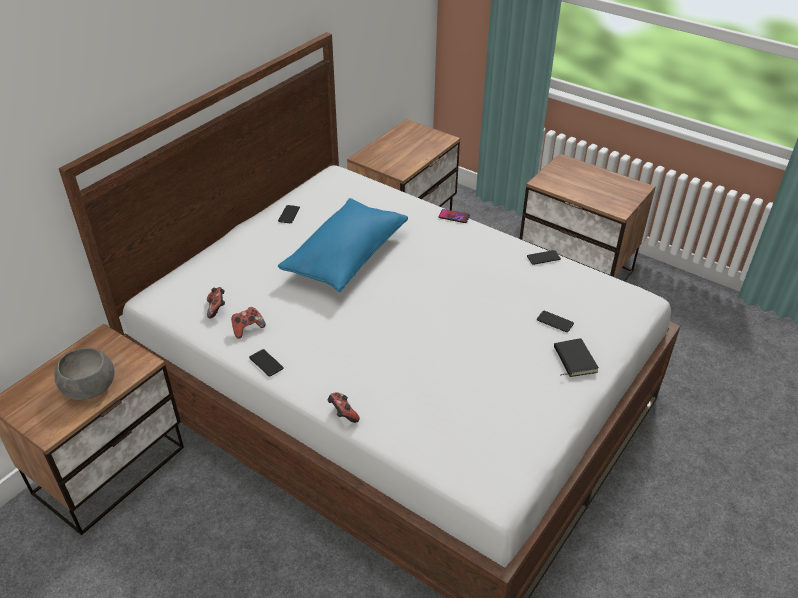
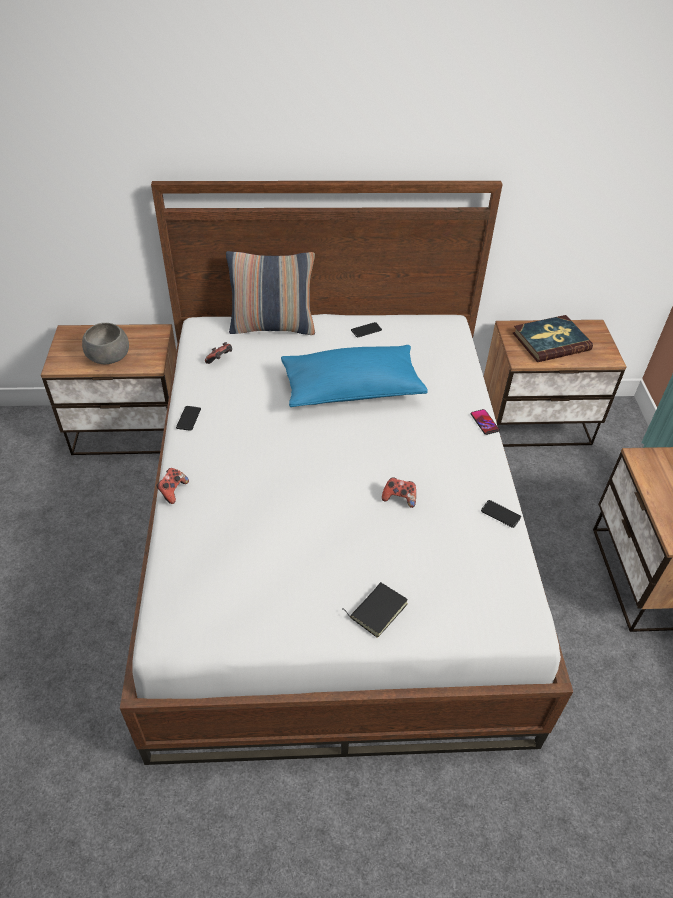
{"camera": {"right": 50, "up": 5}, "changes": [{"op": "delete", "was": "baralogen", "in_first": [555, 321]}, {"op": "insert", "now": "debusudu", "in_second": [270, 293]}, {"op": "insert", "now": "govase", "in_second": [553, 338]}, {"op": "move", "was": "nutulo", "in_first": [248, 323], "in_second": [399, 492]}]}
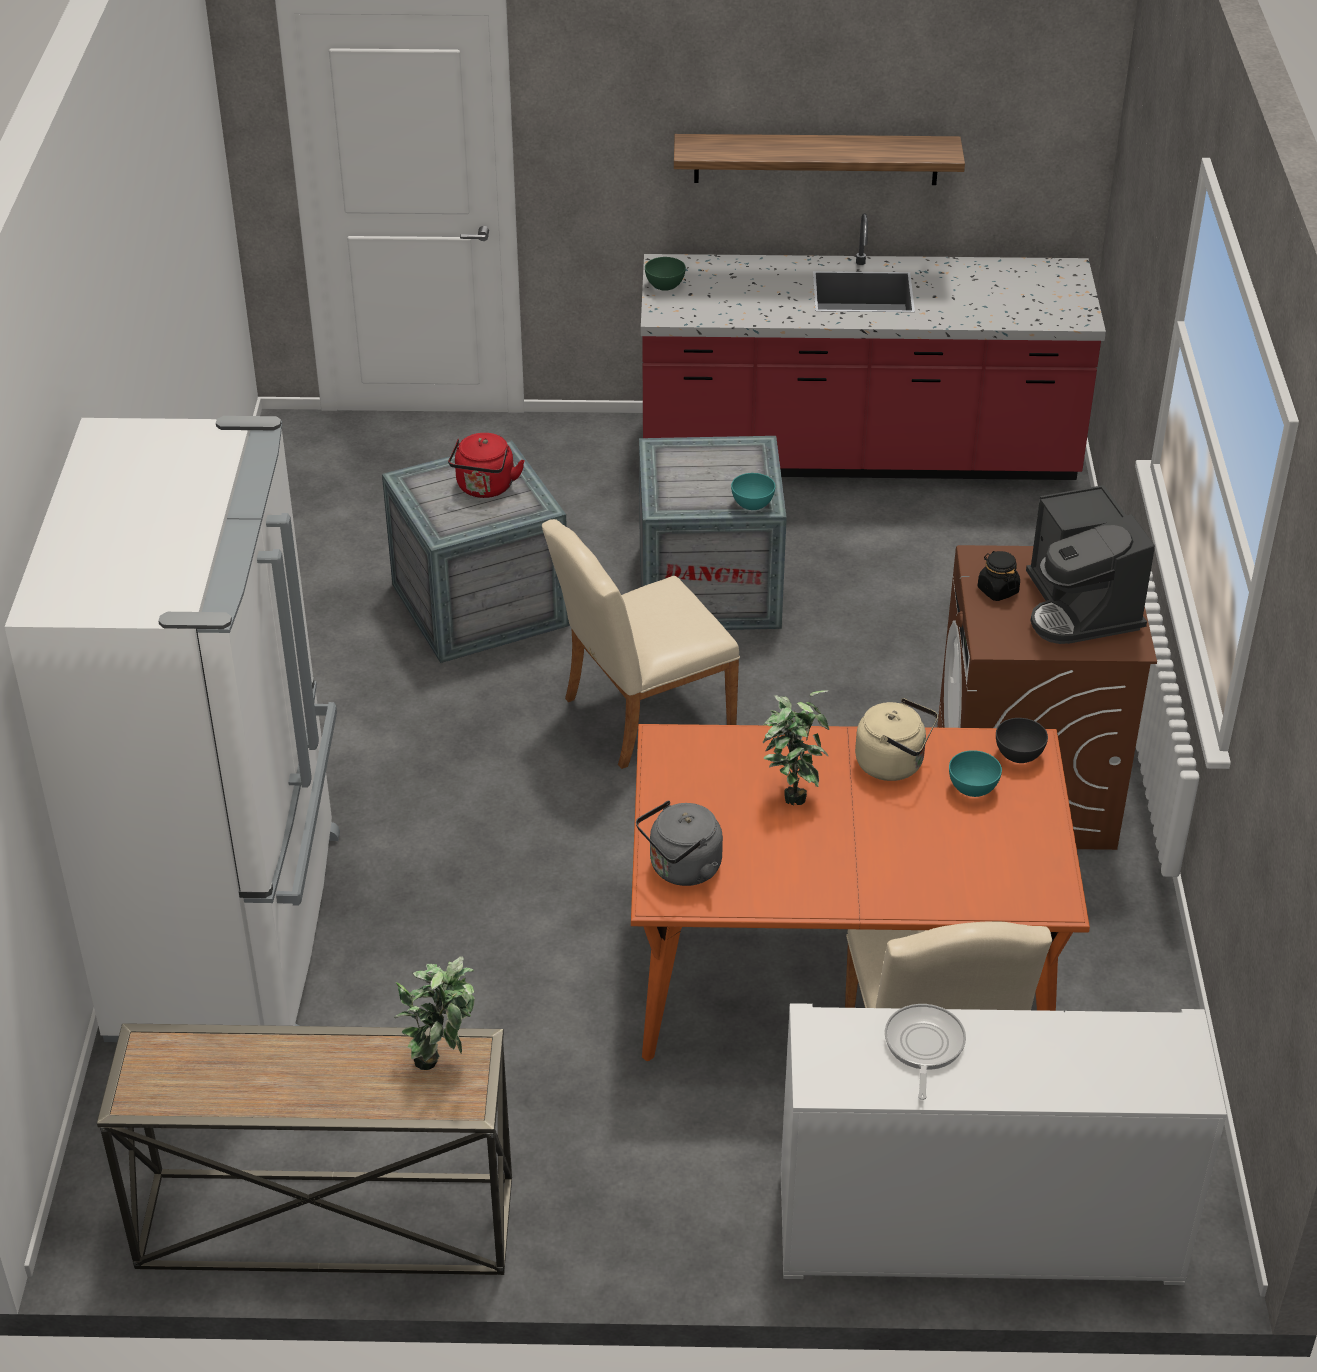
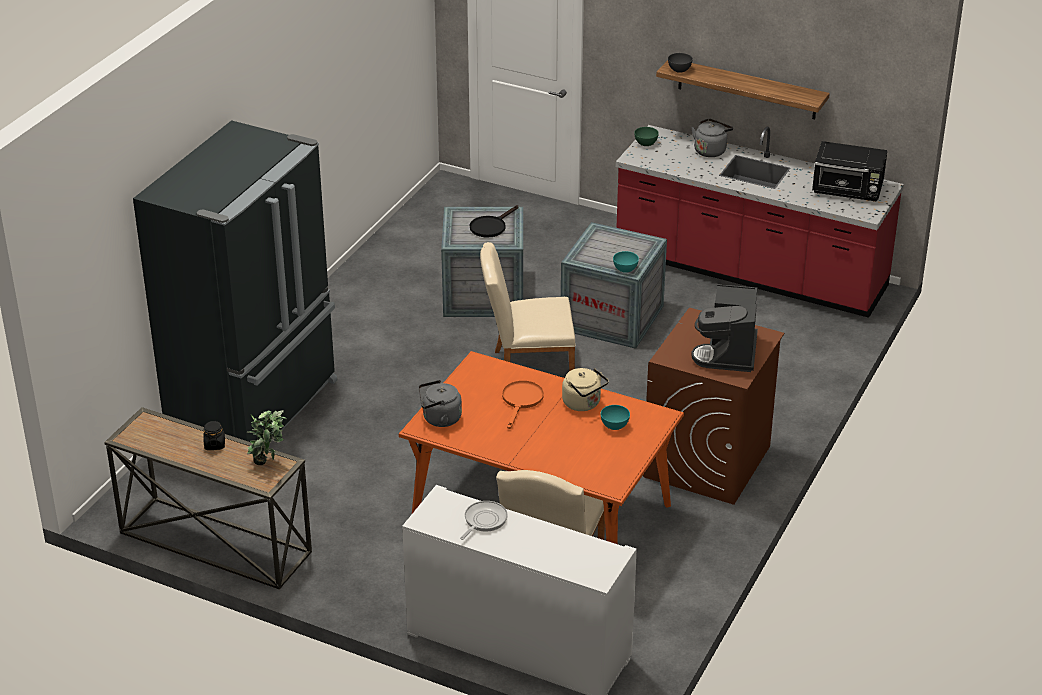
{"camera": {"right": 25, "up": -5}, "changes": [{"op": "insert", "now": "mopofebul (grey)", "in_second": [712, 137]}, {"op": "insert", "now": "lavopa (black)", "in_second": [849, 171]}, {"op": "move", "was": "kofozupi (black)", "in_first": [999, 576], "in_second": [214, 435]}, {"op": "move", "was": "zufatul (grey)", "in_first": [1022, 740], "in_second": [680, 63]}, {"op": "replace", "was": "mopofebul (red)", "now": "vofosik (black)", "in_first": [486, 465], "in_second": [494, 221]}, {"op": "replace", "was": "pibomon", "now": "vofosik (orange)", "in_first": [796, 747], "in_second": [523, 404]}, {"op": "recolor", "was": "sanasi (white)", "now": "sanasi (black)", "in_first": [172, 729], "in_second": [235, 281]}]}
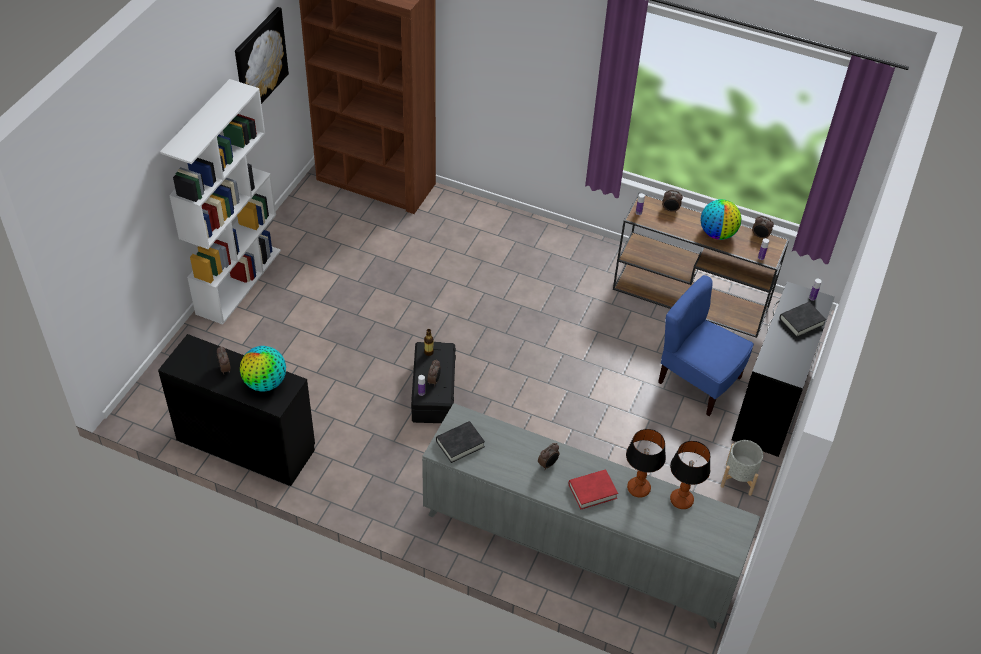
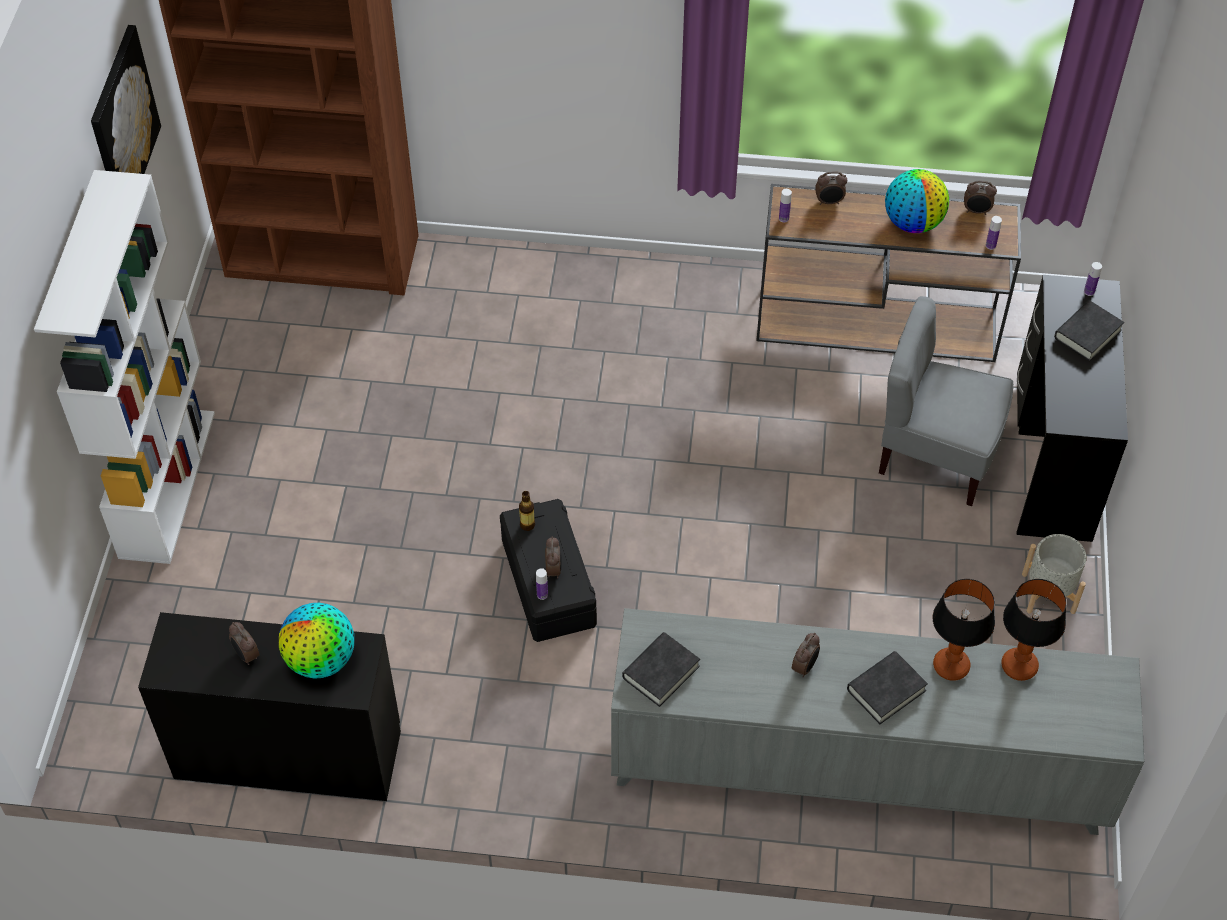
{"camera": {"right": -15, "up": 5}, "changes": [{"op": "recolor", "was": "govase (red)", "now": "govase (black)", "in_first": [593, 489], "in_second": [887, 687]}, {"op": "recolor", "was": "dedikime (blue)", "now": "dedikime (grey)", "in_first": [706, 345], "in_second": [946, 401]}]}
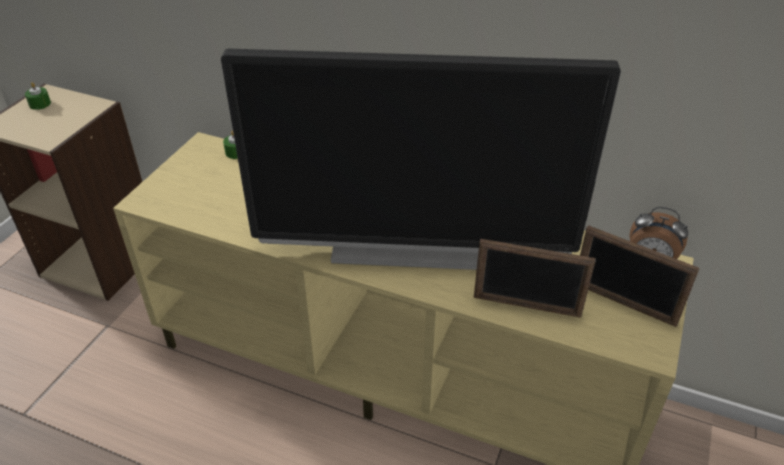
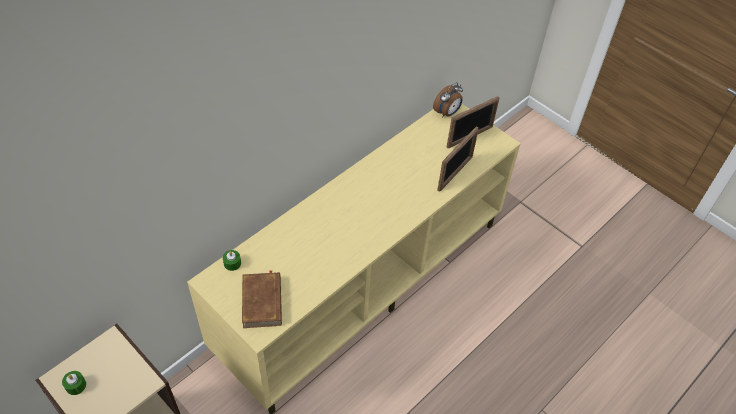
{"camera": {"right": -70, "up": 10}, "changes": [{"op": "delete", "was": "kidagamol", "in_first": [421, 159]}, {"op": "insert", "now": "govase (brown)", "in_second": [262, 299]}]}
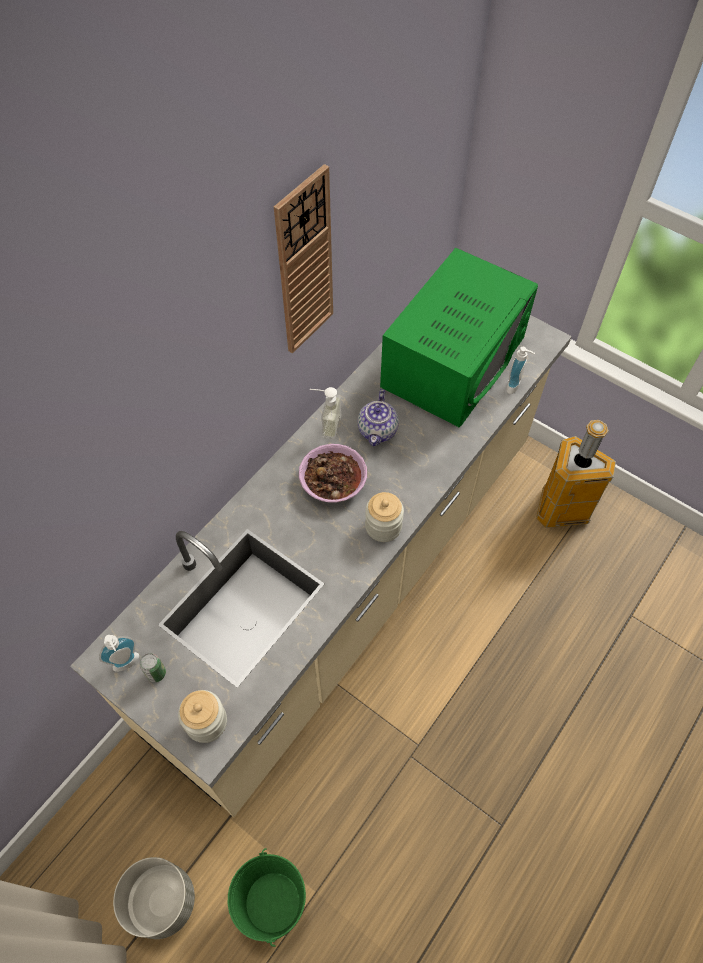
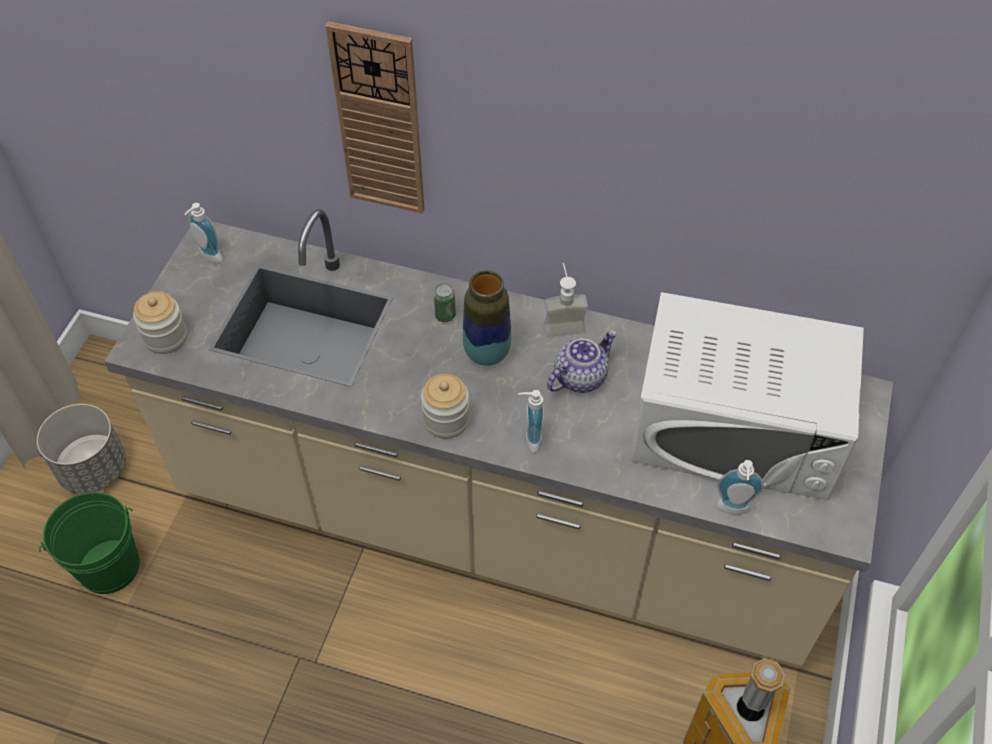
{"camera": {"right": 70, "up": -5}, "changes": [{"op": "insert", "now": "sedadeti", "in_second": [531, 421]}, {"op": "move", "was": "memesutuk", "in_first": [153, 667], "in_second": [444, 302]}, {"op": "move", "was": "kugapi", "in_first": [303, 258], "in_second": [374, 117]}, {"op": "replace", "was": "zufatul", "now": "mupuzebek", "in_first": [333, 473], "in_second": [487, 318]}, {"op": "recolor", "was": "lavopa (green)", "now": "lavopa (white)", "in_first": [459, 337], "in_second": [746, 396]}, {"op": "rotate", "was": "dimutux", "in_first": [378, 417], "in_second": [582, 361], "clockwise": 150}]}
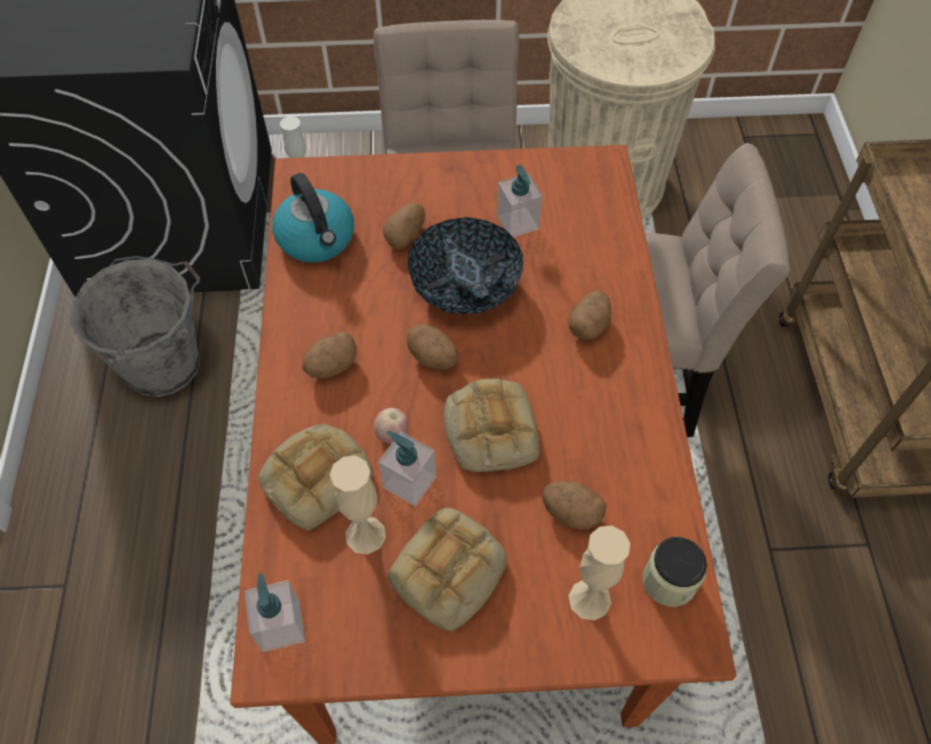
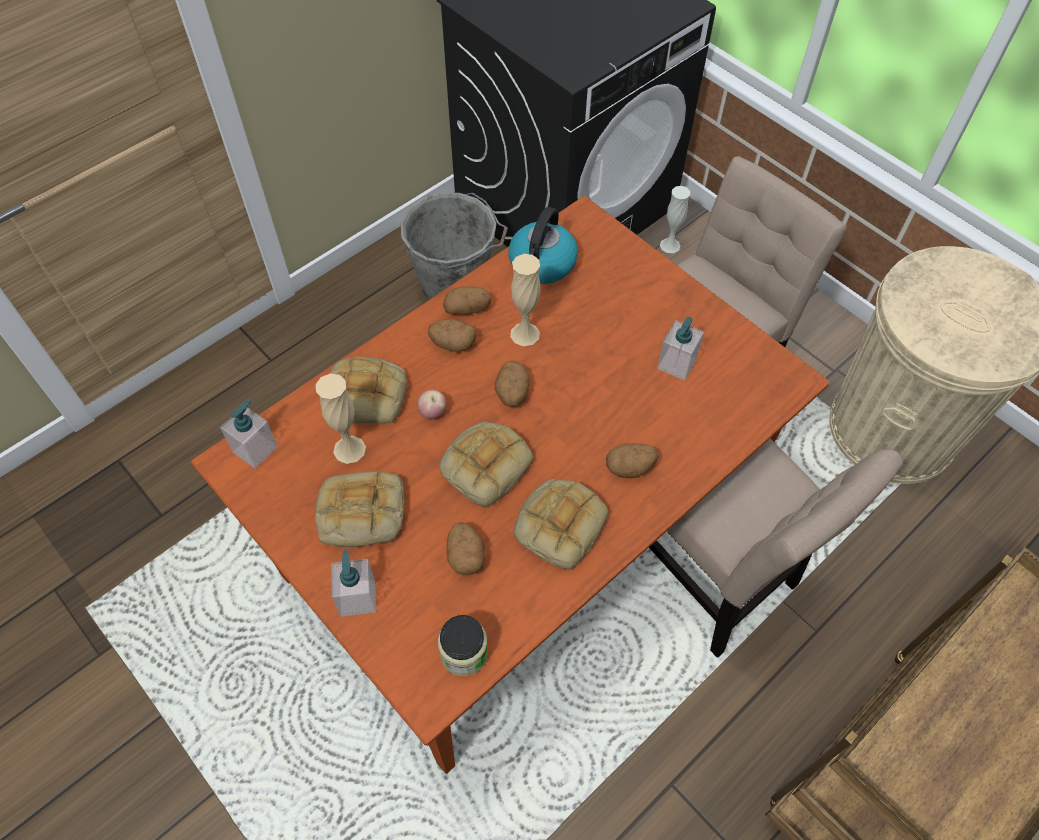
{"camera": {"right": 50, "up": 0}, "changes": [{"op": "delete", "was": "zufatul", "in_first": [465, 265]}, {"op": "insert", "now": "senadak", "in_second": [561, 524]}, {"op": "move", "was": "sedadeti", "in_first": [407, 468], "in_second": [353, 583]}, {"op": "move", "was": "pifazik", "in_first": [404, 226], "in_second": [467, 300]}, {"op": "move", "was": "mupuzebek (beige)", "in_first": [599, 573], "in_second": [525, 300]}]}
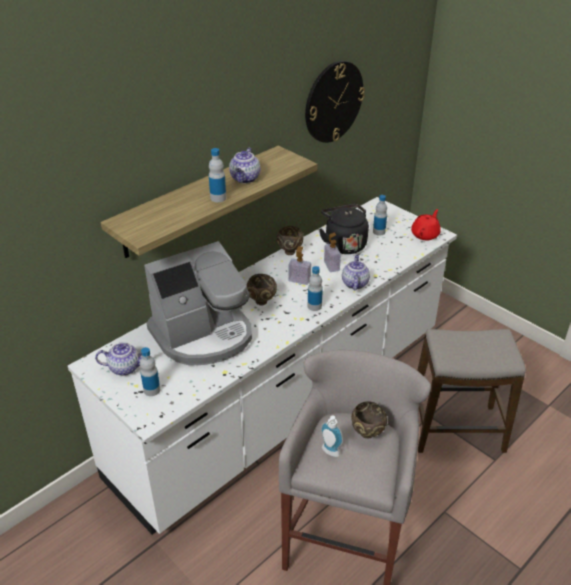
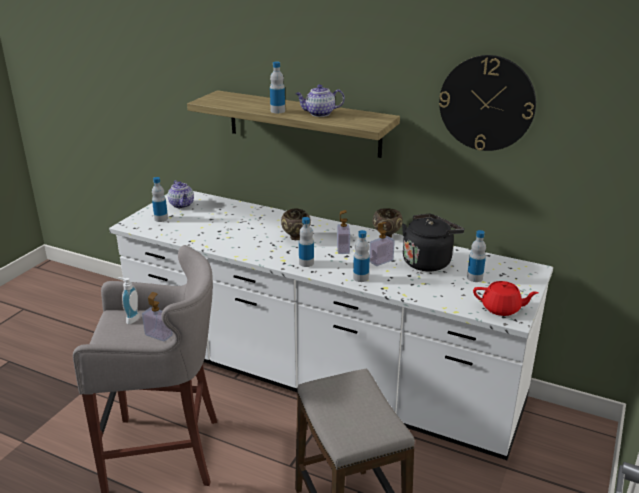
{"camera": {"right": 70, "up": -10}, "changes": [{"op": "delete", "was": "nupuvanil", "in_first": [198, 303]}, {"op": "replace", "was": "dimutux", "now": "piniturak", "in_first": [356, 272], "in_second": [361, 256]}, {"op": "replace", "was": "zufatul (brown)", "now": "sedadeti", "in_first": [369, 420], "in_second": [157, 316]}]}
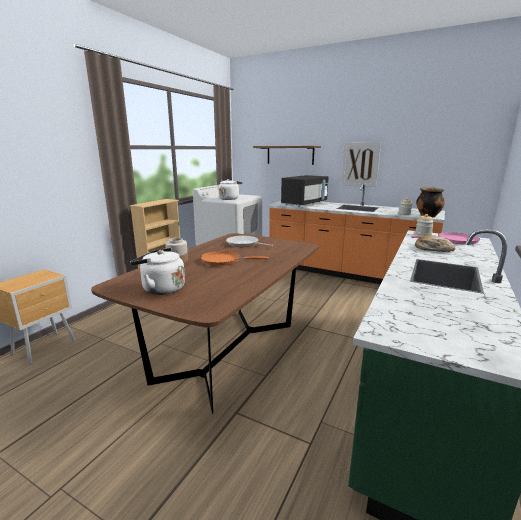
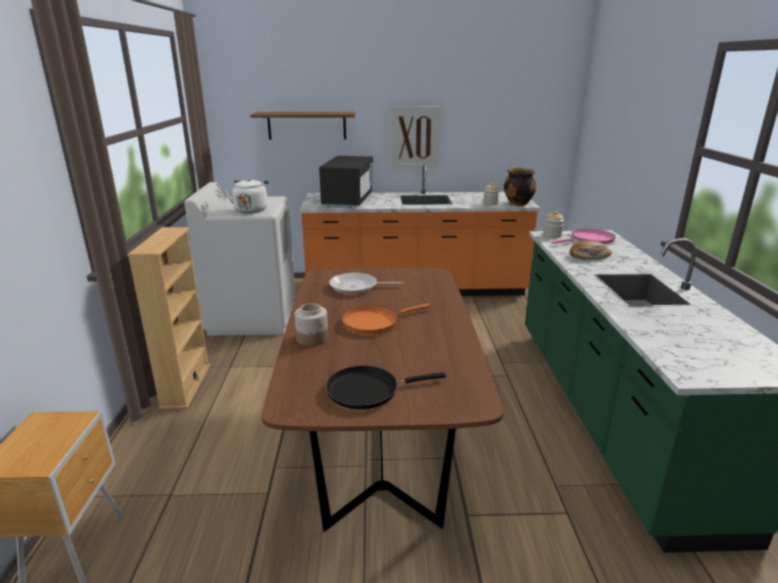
{"camera": {"right": -30, "up": 5}, "changes": [{"op": "replace", "was": "mopofebul (white)", "now": "vofosik (black)", "in_first": [157, 271], "in_second": [386, 387]}]}
